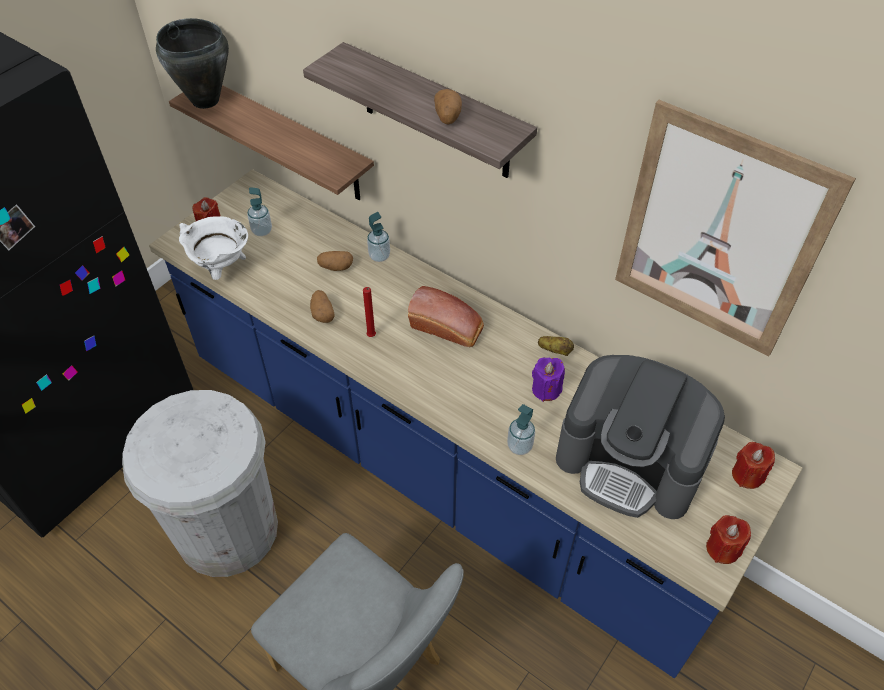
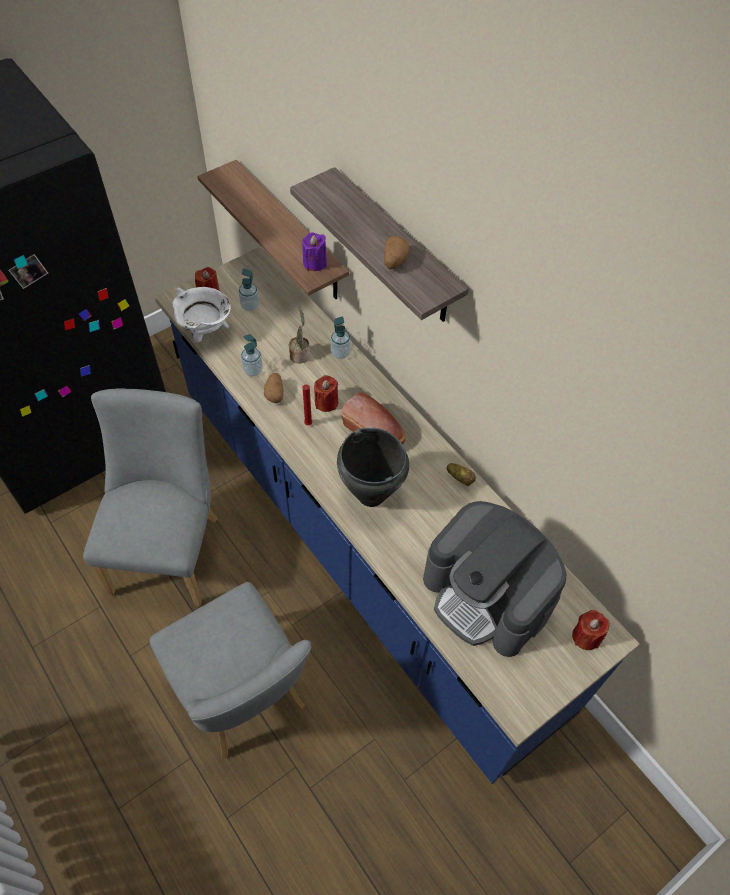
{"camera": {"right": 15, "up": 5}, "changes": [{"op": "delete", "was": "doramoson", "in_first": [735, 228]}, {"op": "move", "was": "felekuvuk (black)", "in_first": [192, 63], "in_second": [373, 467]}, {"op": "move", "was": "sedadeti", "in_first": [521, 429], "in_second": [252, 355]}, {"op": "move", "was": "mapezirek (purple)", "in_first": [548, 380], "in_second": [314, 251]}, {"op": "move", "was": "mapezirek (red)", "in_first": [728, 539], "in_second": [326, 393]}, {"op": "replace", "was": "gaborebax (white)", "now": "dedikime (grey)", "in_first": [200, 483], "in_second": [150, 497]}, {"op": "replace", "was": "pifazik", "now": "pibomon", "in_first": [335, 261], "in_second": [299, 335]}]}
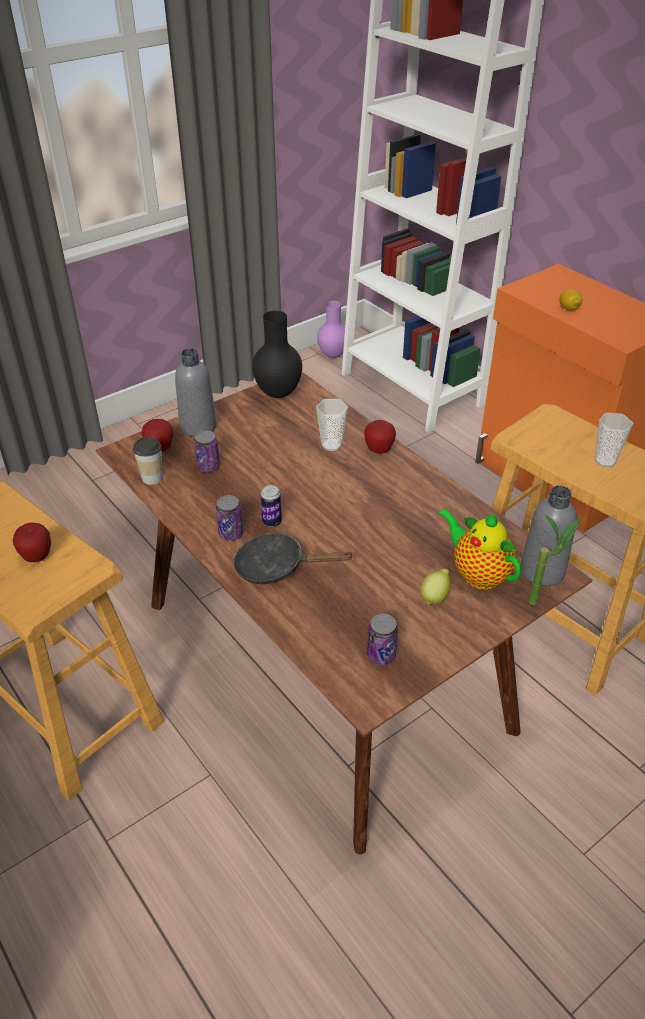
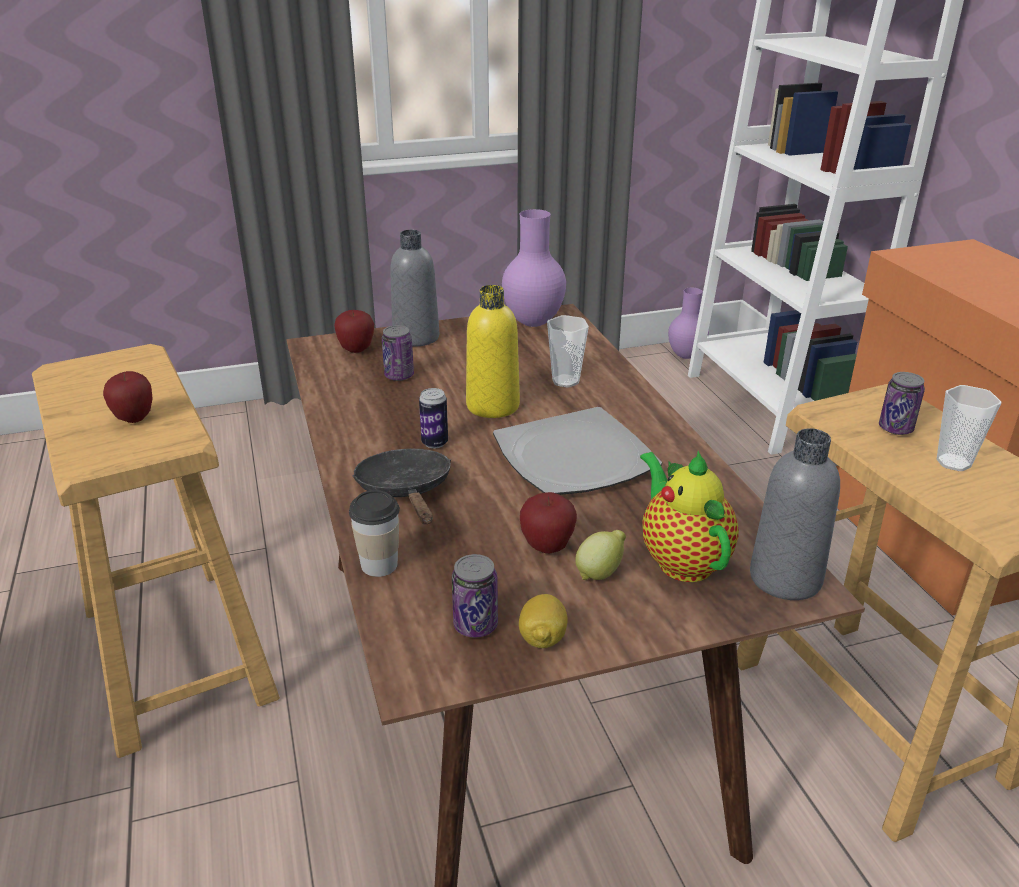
{"camera": {"right": 20, "up": -10}, "changes": [{"op": "delete", "was": "pibomon", "in_first": [554, 560]}, {"op": "insert", "now": "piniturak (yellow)", "in_second": [493, 351]}, {"op": "insert", "now": "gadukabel", "in_second": [577, 451]}, {"op": "move", "was": "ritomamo", "in_first": [148, 461], "in_second": [374, 533]}, {"op": "move", "was": "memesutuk", "in_first": [229, 518], "in_second": [902, 403]}, {"op": "move", "was": "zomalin", "in_first": [380, 437], "in_second": [548, 522]}, {"op": "move", "was": "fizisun", "in_first": [570, 299], "in_second": [543, 621]}, {"op": "recolor", "was": "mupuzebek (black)", "now": "mupuzebek (purple)", "in_first": [277, 354], "in_second": [534, 268]}, {"op": "rotate", "was": "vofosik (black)", "in_first": [293, 558], "in_second": [401, 486], "clockwise": 45}]}
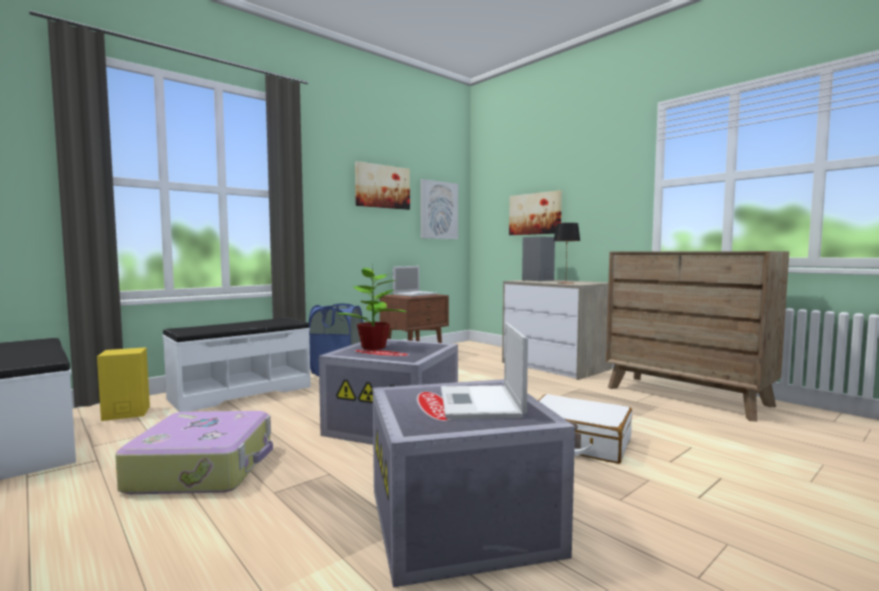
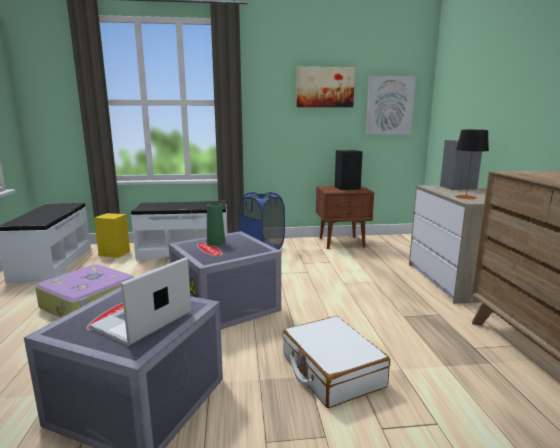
{"camera": {"right": 35, "up": 10}, "changes": [{"op": "delete", "was": "doramoson", "in_first": [535, 212]}, {"op": "replace", "was": "pibomon", "now": "mupuzebek (green)", "in_first": [371, 307], "in_second": [216, 224]}, {"op": "replace", "was": "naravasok", "now": "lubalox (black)", "in_first": [415, 281], "in_second": [349, 170]}]}
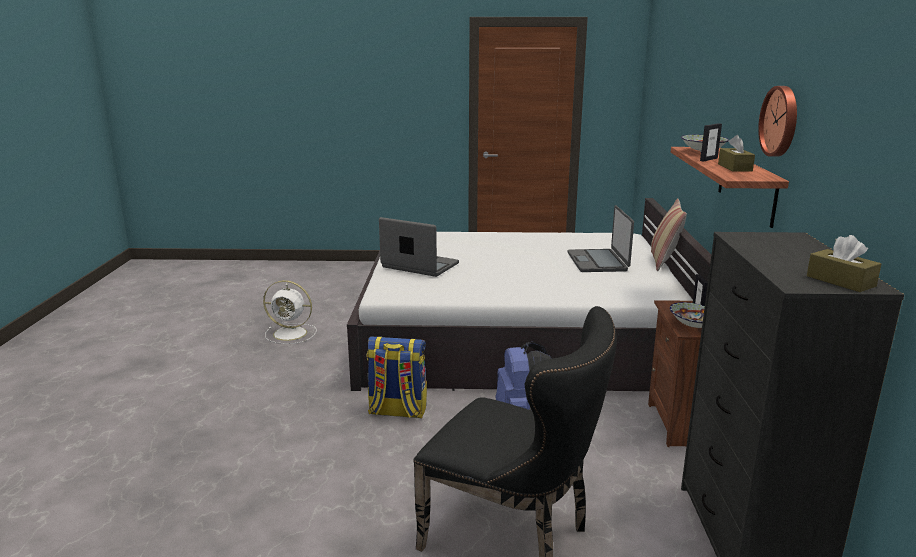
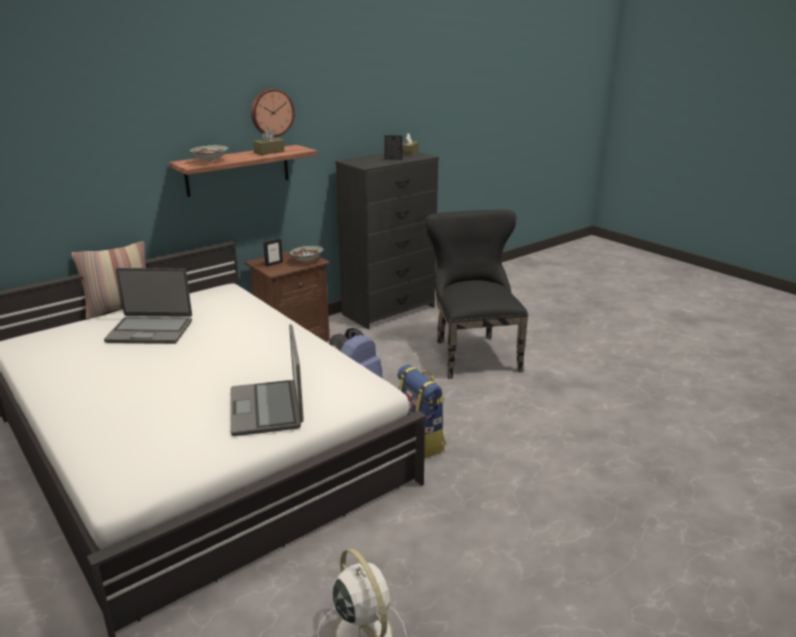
{"camera": {"right": -130, "up": 5}, "changes": [{"op": "move", "was": "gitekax", "in_first": [711, 142], "in_second": [393, 147]}, {"op": "rotate", "was": "naravasok", "in_first": [600, 238], "in_second": [148, 306], "clockwise": 45}]}
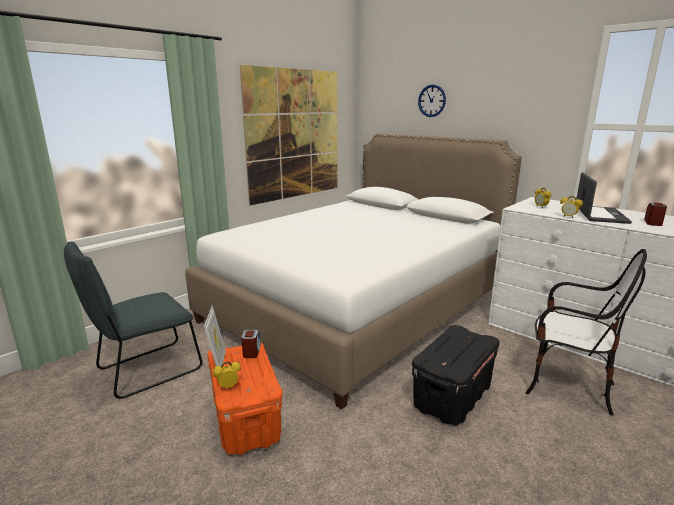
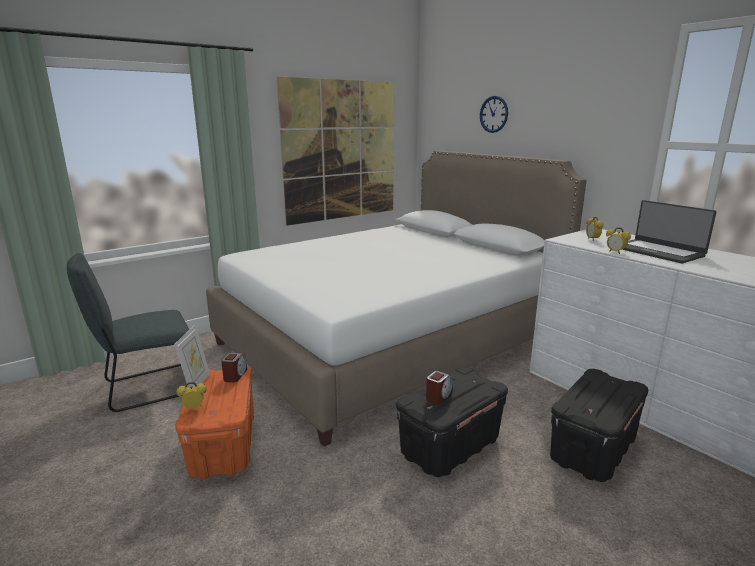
{"camera": {"right": 10, "up": 0}, "changes": [{"op": "move", "was": "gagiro", "in_first": [655, 214], "in_second": [439, 387]}, {"op": "replace", "was": "dedikime", "now": "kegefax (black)", "in_first": [586, 332], "in_second": [599, 425]}, {"op": "rotate", "was": "naravasok", "in_first": [604, 198], "in_second": [669, 231], "clockwise": 120}]}
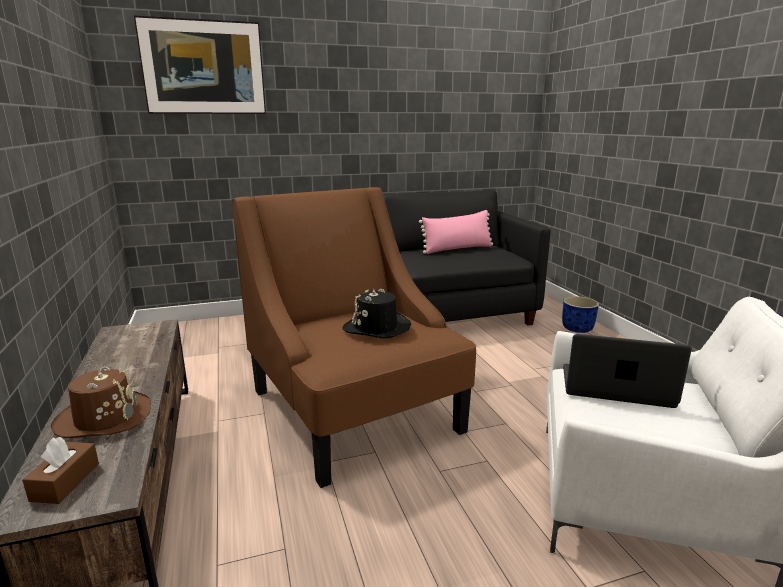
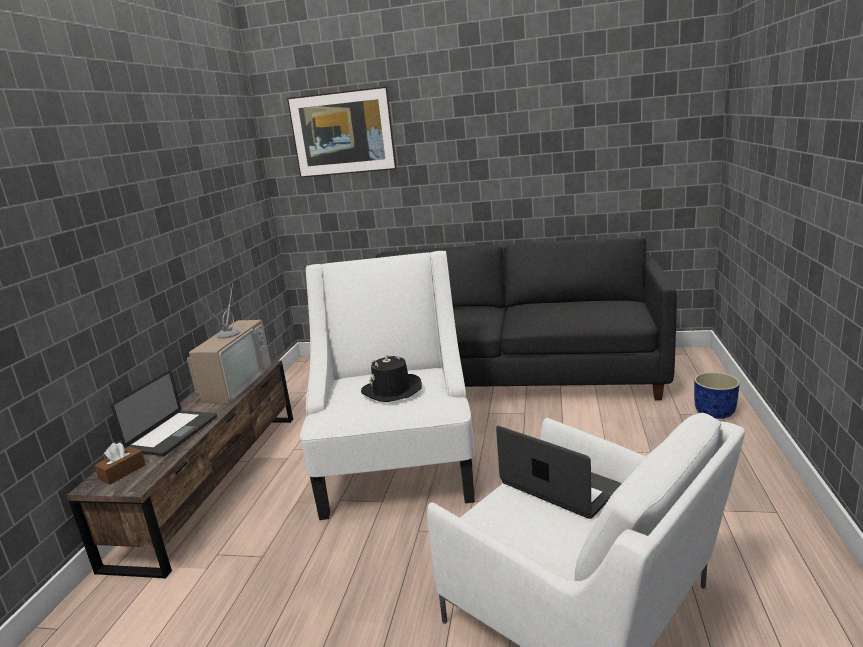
{"camera": {"right": 30, "up": 0}, "changes": [{"op": "delete", "was": "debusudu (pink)", "in_first": [456, 232]}, {"op": "insert", "now": "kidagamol", "in_second": [229, 343]}, {"op": "replace", "was": "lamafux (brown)", "now": "naravasok", "in_first": [101, 402], "in_second": [164, 413]}, {"op": "recolor", "was": "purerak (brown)", "now": "purerak (white)", "in_first": [354, 337], "in_second": [387, 385]}]}
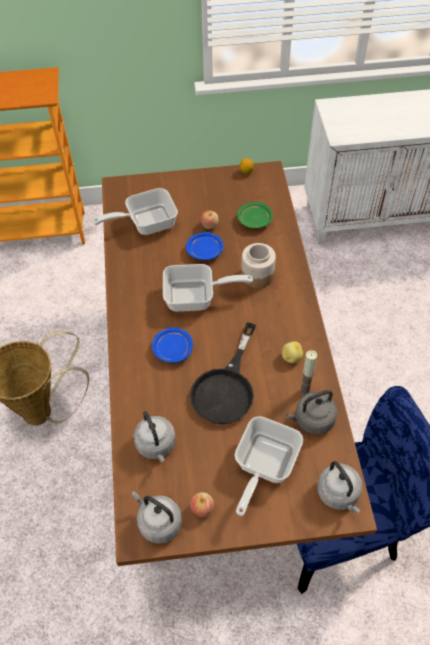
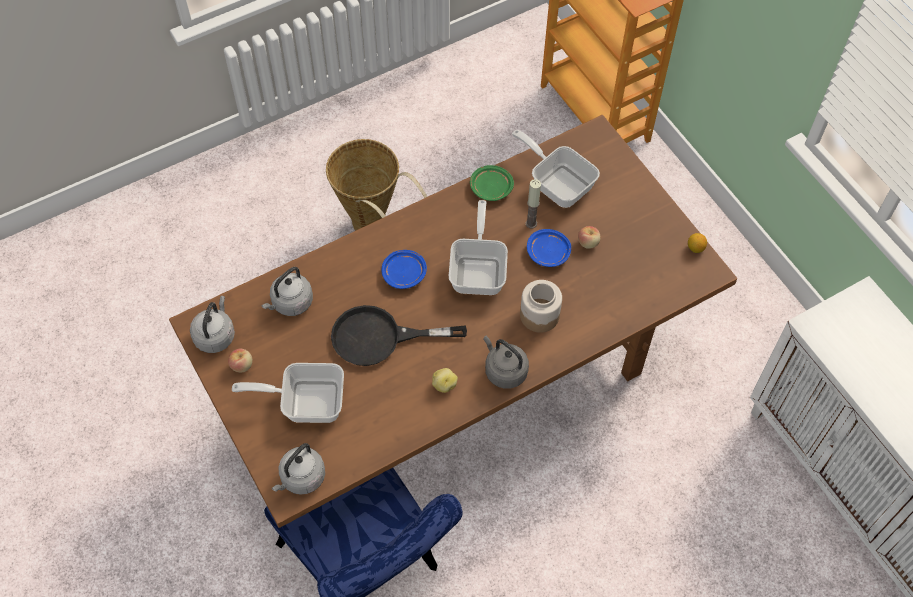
{"camera": {"right": 65, "up": 5}, "changes": [{"op": "move", "was": "gadukabel (green)", "in_first": [255, 215], "in_second": [492, 183]}, {"op": "move", "was": "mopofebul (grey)", "in_first": [311, 412], "in_second": [506, 362]}, {"op": "move", "was": "mapezirek", "in_first": [308, 372], "in_second": [533, 203]}, {"op": "rotate", "was": "vofosik", "in_first": [208, 287], "in_second": [478, 247], "clockwise": -150}]}
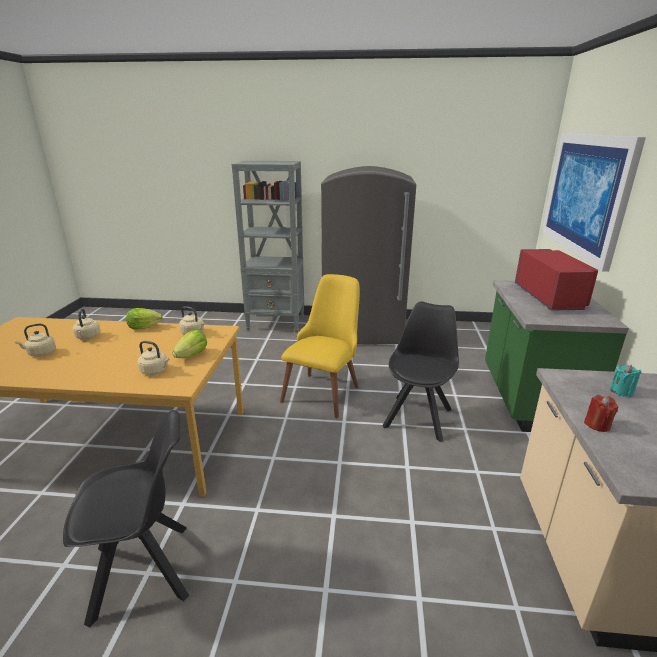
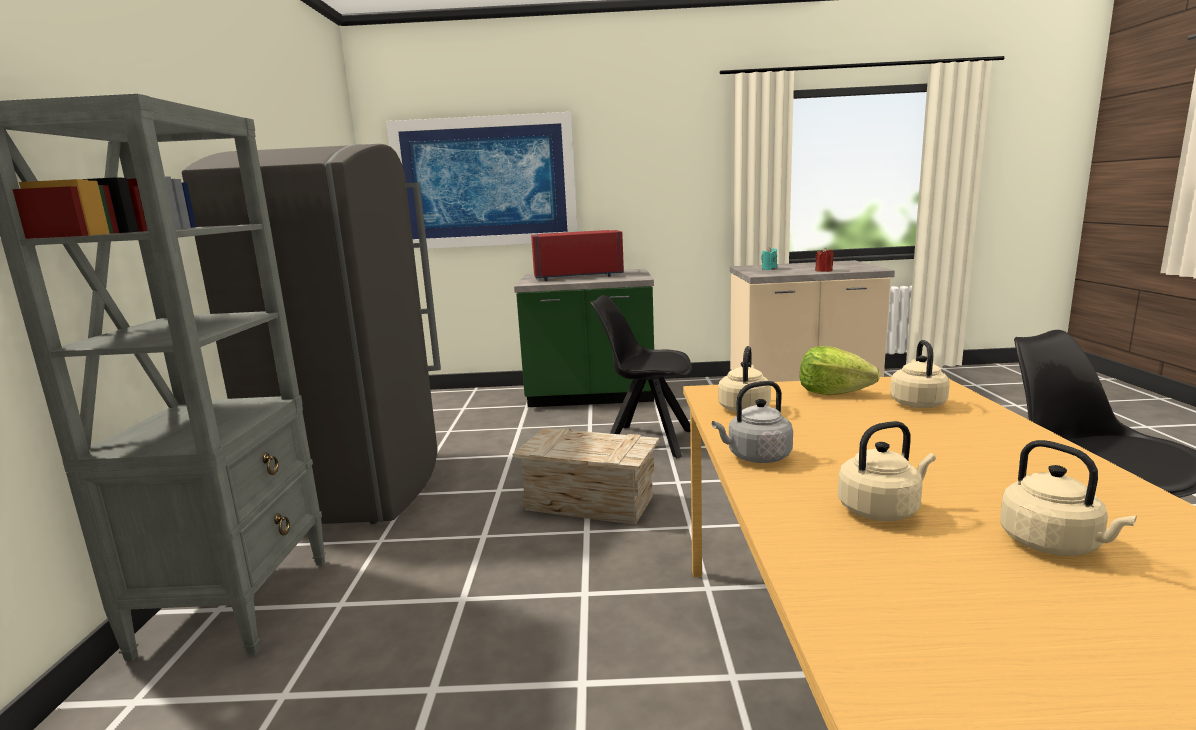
{"camera": {"right": -95, "up": -10}, "changes": [{"op": "replace", "was": "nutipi", "now": "mopofebul (grey)", "in_first": [144, 318], "in_second": [752, 422]}, {"op": "replace", "was": "dedikime (yellow)", "now": "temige", "in_first": [320, 346], "in_second": [586, 476]}]}
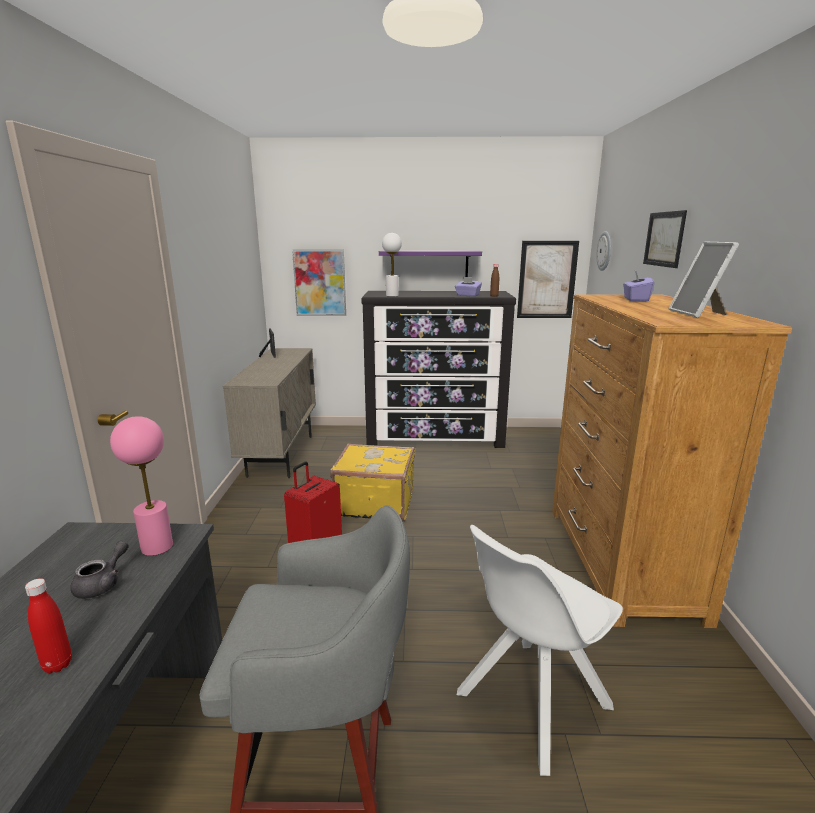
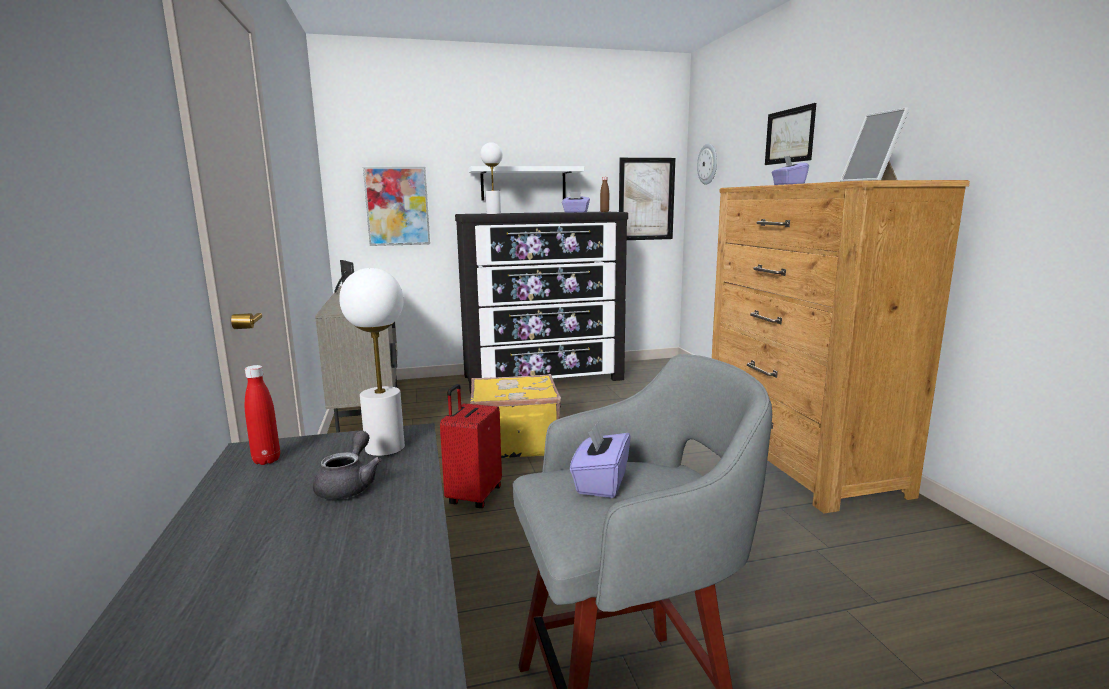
{"camera": {"right": -15, "up": -5}, "changes": [{"op": "delete", "was": "dedikime (white)", "in_first": [540, 650]}, {"op": "insert", "now": "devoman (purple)", "in_second": [600, 459]}, {"op": "move", "was": "piniturak (red)", "in_first": [48, 626], "in_second": [262, 415]}, {"op": "recolor", "was": "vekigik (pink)", "now": "vekigik (white)", "in_first": [141, 486], "in_second": [372, 362]}, {"op": "recolor", "was": "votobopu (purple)", "now": "votobopu (white)", "in_first": [430, 263], "in_second": [526, 183]}]}
